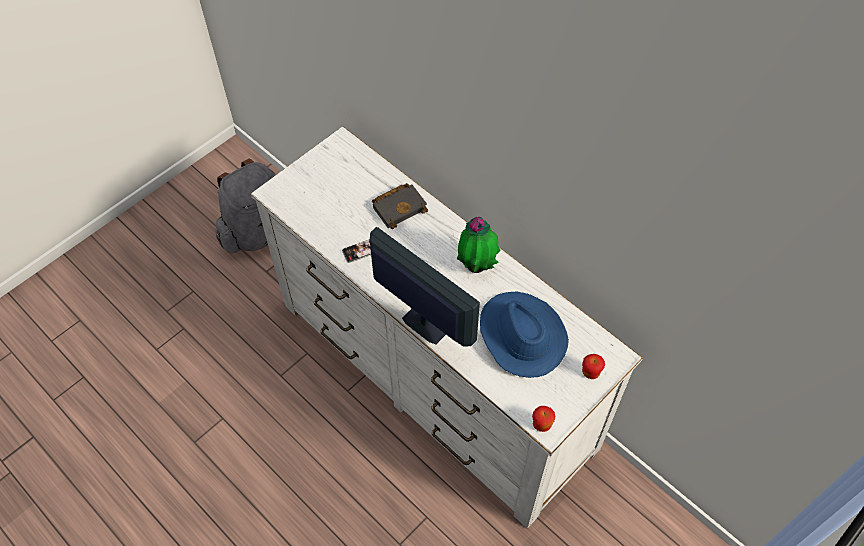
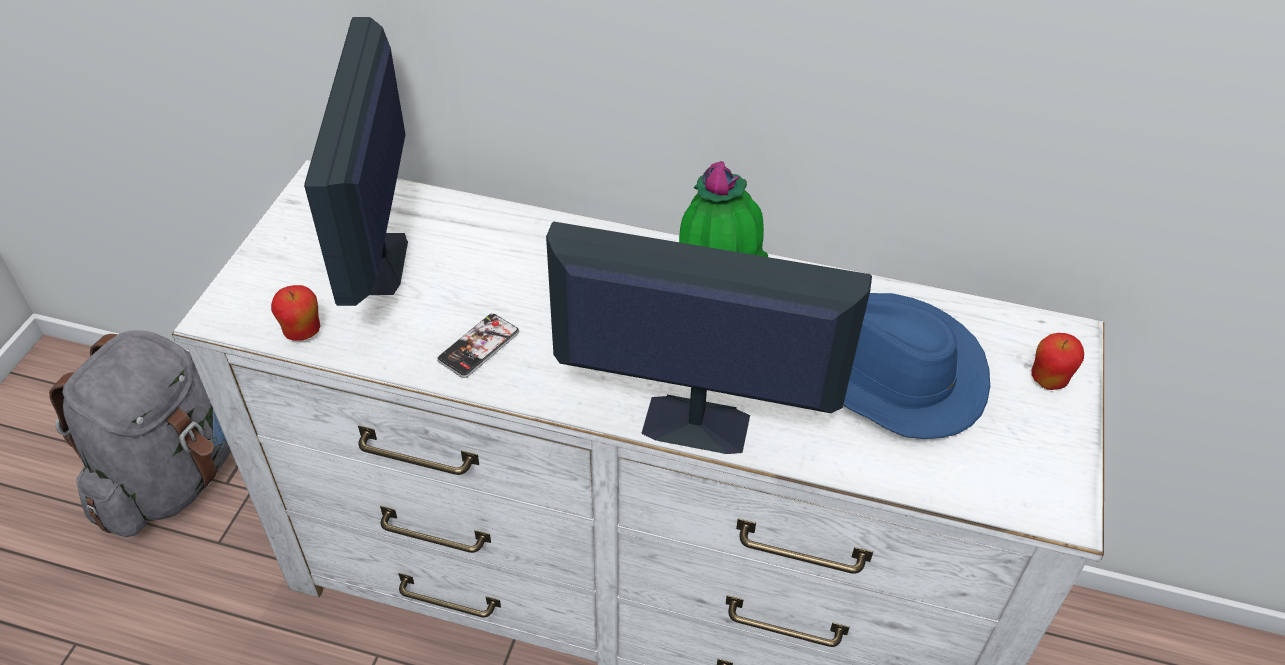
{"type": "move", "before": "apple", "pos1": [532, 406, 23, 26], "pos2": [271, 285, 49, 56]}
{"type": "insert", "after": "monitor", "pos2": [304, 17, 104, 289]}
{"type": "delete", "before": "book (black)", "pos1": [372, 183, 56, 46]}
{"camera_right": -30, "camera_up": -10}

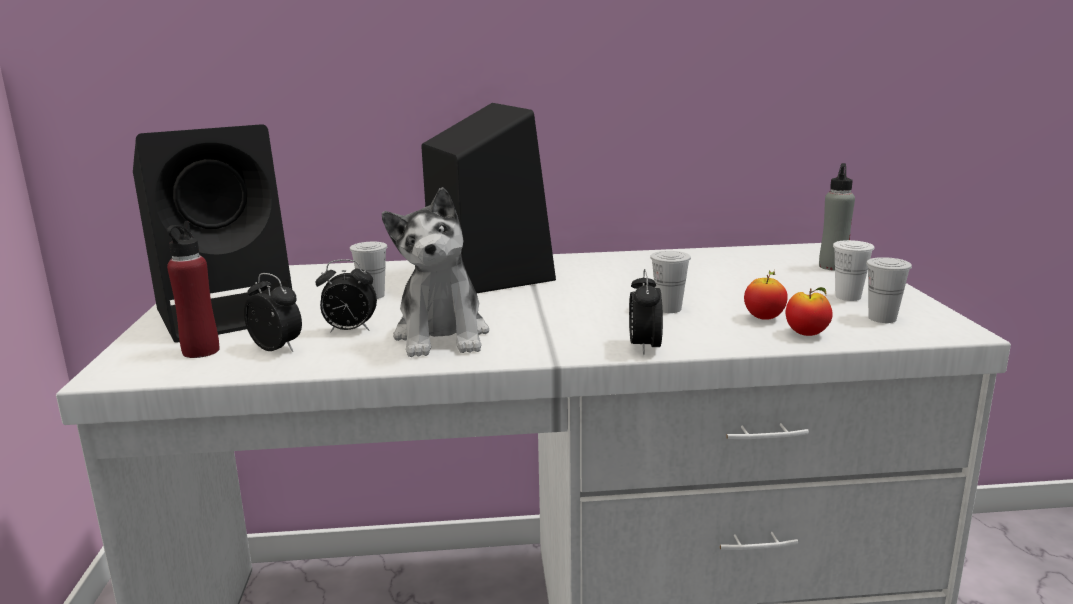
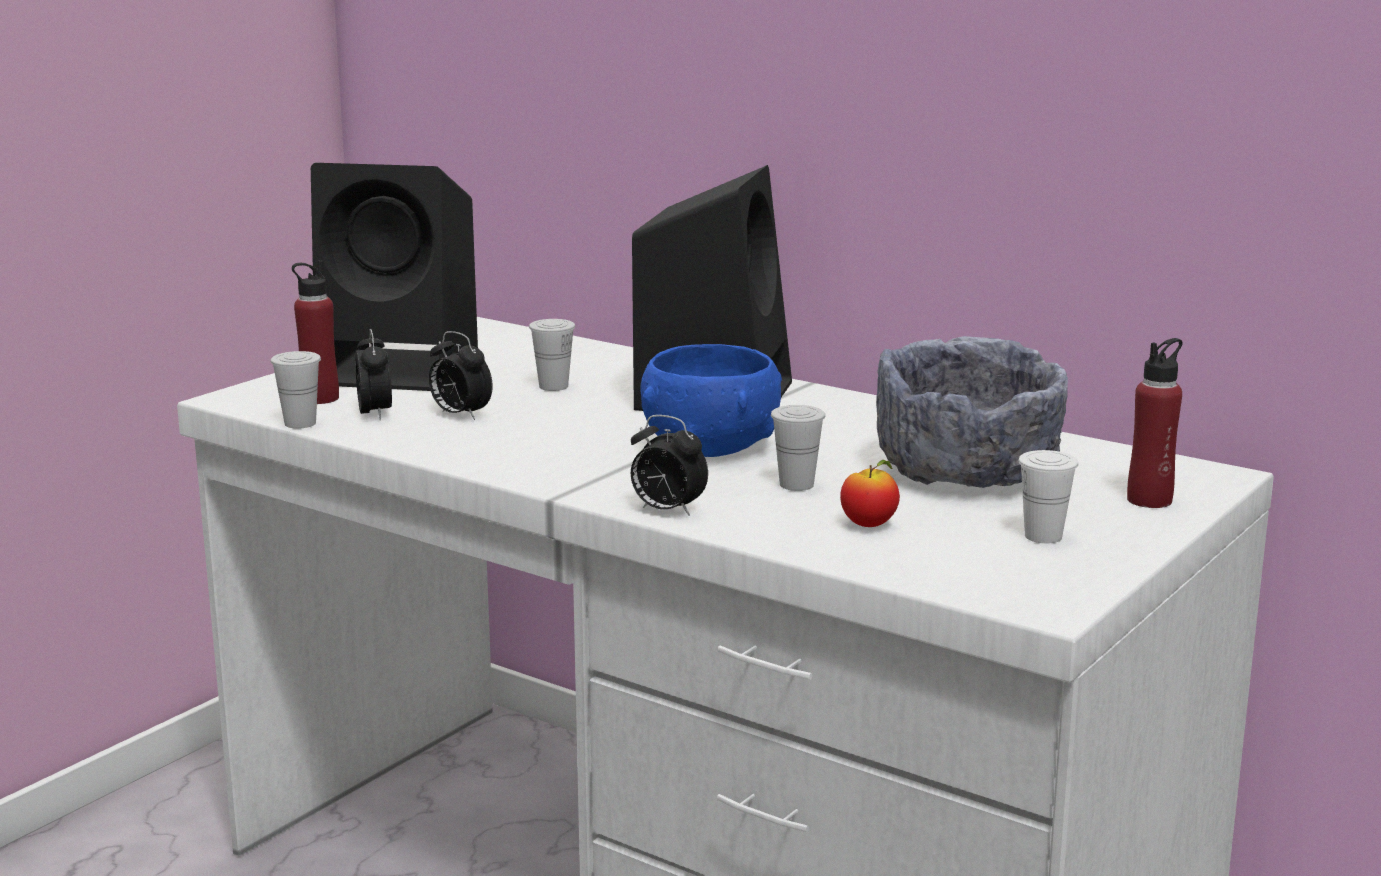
{"type": "move", "before": "cup (white)", "pos1": [866, 257, 46, 66], "pos2": [271, 351, 50, 78]}
{"type": "rotate", "before": "alarm clock", "pos1": [629, 269, 34, 86], "pos2": [631, 415, 77, 101], "turn": -105}
{"type": "insert", "after": "bowl (blue)", "pos2": [641, 344, 141, 113]}
{"type": "insert", "after": "bowl (grey)", "pos2": [876, 336, 192, 152]}
{"type": "recolor", "before": "bottle (grey)", "after": "bottle (red)", "pos1": [819, 163, 36, 108], "pos2": [1127, 338, 56, 170]}
{"type": "delete", "before": "plush toy", "pos1": [382, 187, 107, 170]}
{"type": "delete", "before": "apple", "pos1": [786, 287, 47, 49]}
{"camera_right": 40, "camera_up": 0}

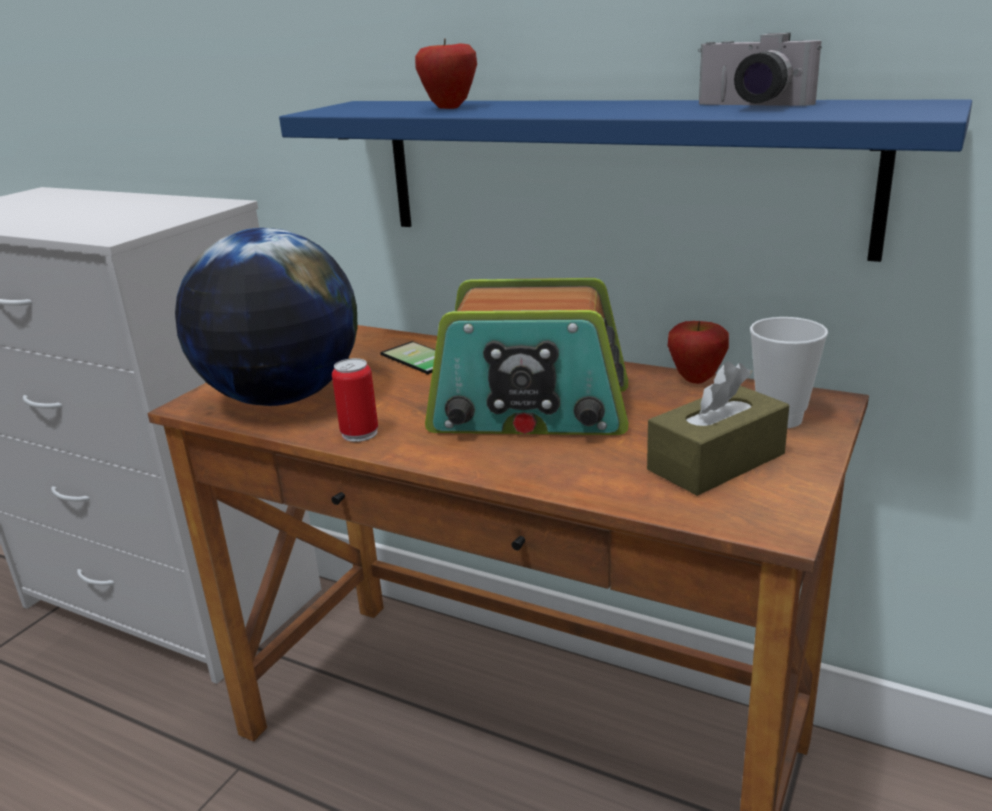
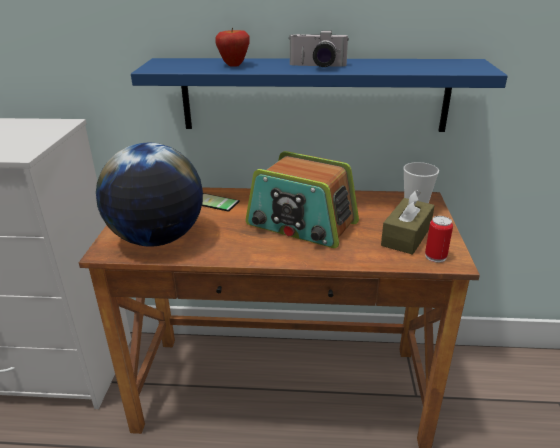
{"type": "rotate", "before": "radio", "pos1": [425, 278, 203, 157], "pos2": [246, 151, 113, 97], "turn": 45}
{"type": "move", "before": "photo camera", "pos1": [698, 33, 124, 73], "pos2": [288, 31, 61, 36]}
{"type": "move", "before": "can", "pos1": [332, 358, 46, 84], "pos2": [425, 216, 28, 47]}
{"type": "delete", "before": "apple", "pos1": [668, 321, 61, 63]}
{"camera_right": -25, "camera_up": 5}

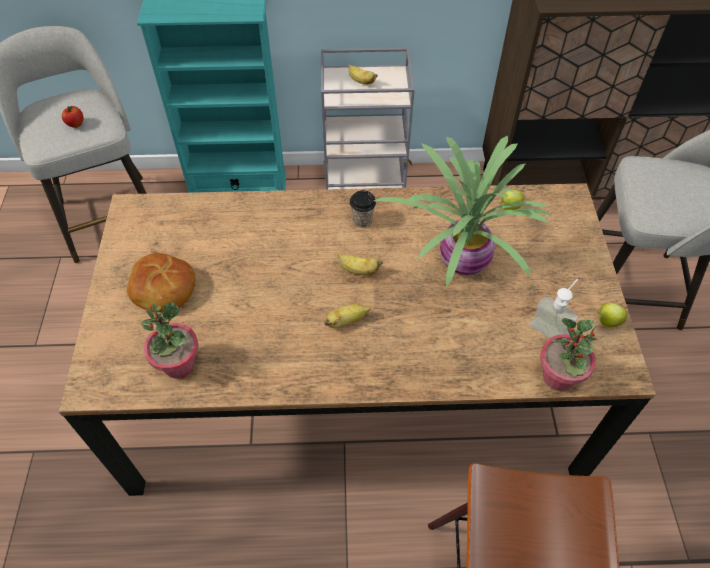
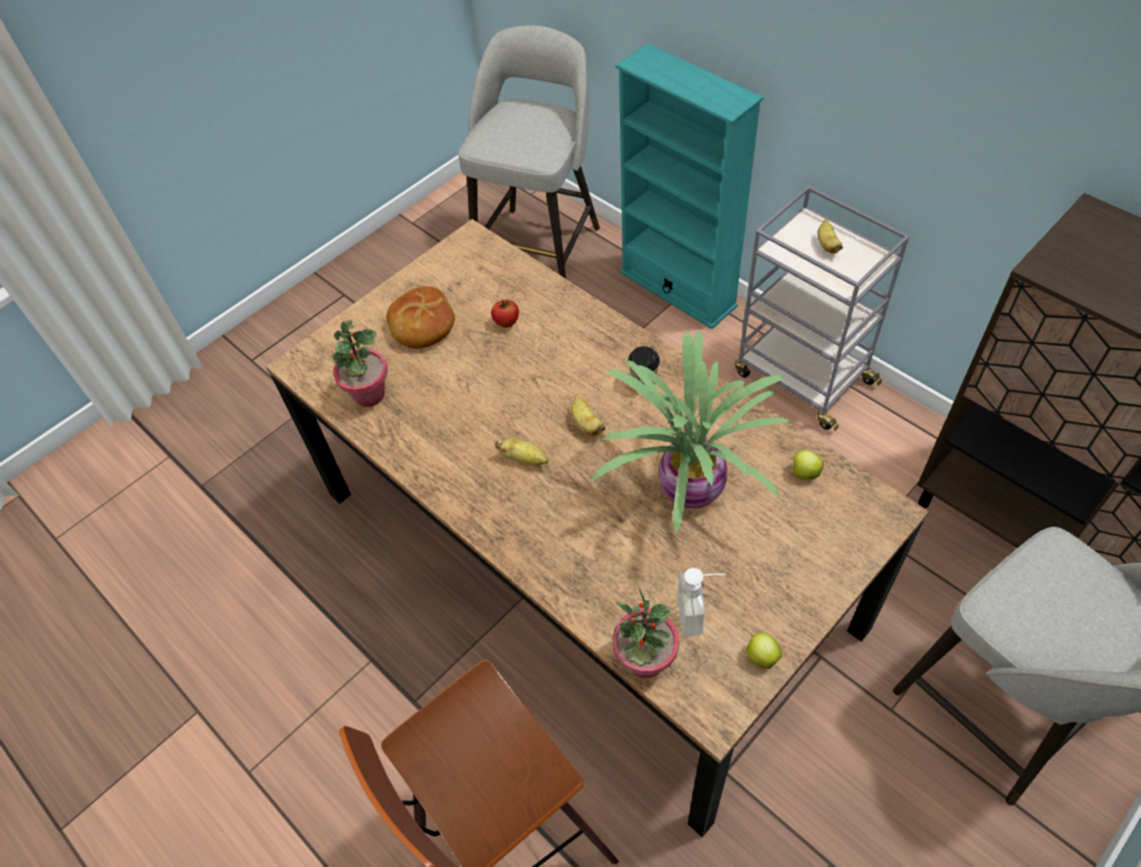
{"type": "move", "before": "apple", "pos1": [62, 106, 21, 22], "pos2": [491, 300, 28, 28]}
{"camera_right": 50, "camera_up": 0}

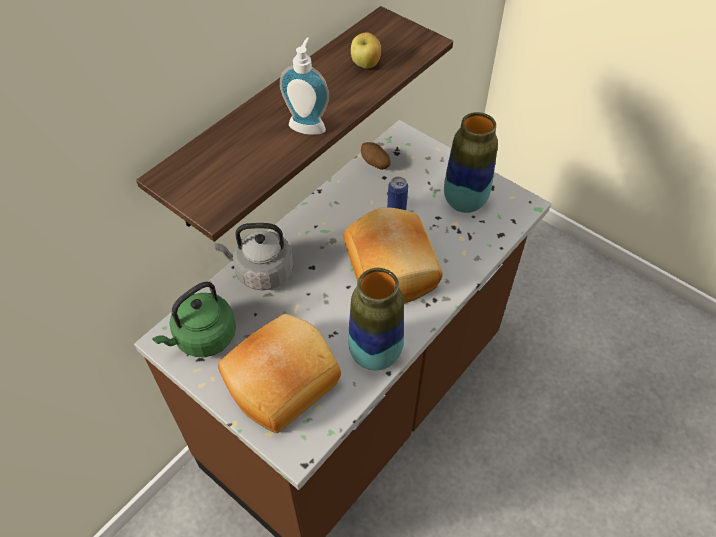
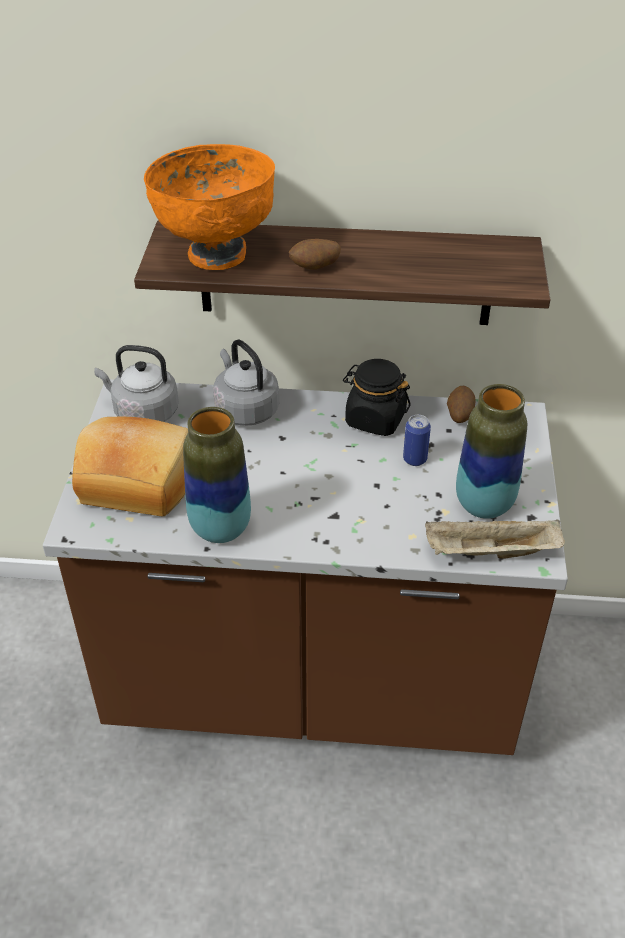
{"type": "recolor", "before": "kettle (green)", "after": "kettle (grey)", "pos1": [152, 282, 84, 75], "pos2": [94, 345, 85, 77]}
{"type": "insert", "after": "bowl (orange)", "pos2": [144, 144, 131, 126]}
{"type": "replace", "before": "soap dispenser", "after": "potato", "pos1": [280, 37, 49, 98], "pos2": [289, 239, 52, 31]}
{"type": "insert", "after": "jar (black)", "pos2": [343, 359, 68, 77]}
{"type": "insert", "after": "tray (beige)", "pos2": [425, 519, 140, 40]}
{"type": "delete", "before": "bread", "pos1": [344, 207, 99, 97]}
{"type": "delete", "before": "apple", "pos1": [351, 32, 30, 37]}
{"camera_right": 55, "camera_up": -10}

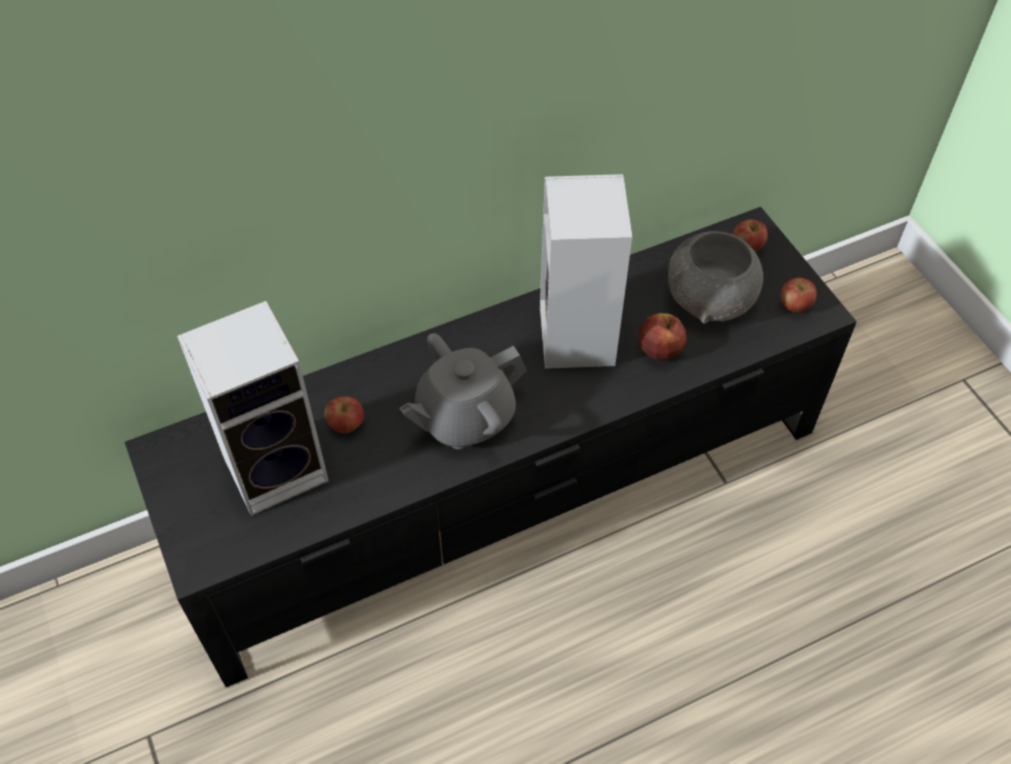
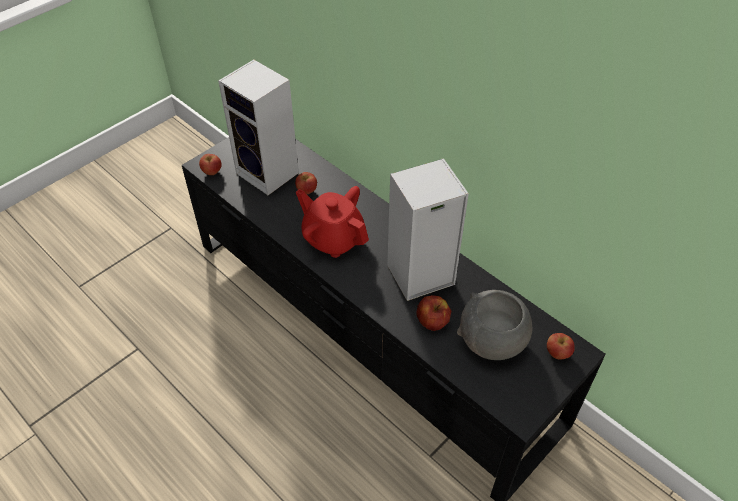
{"type": "move", "before": "apple", "pos1": [780, 278, 37, 34], "pos2": [199, 154, 23, 21]}
{"type": "recolor", "before": "teapot (grey)", "after": "teapot (red)", "pos1": [399, 333, 128, 116], "pos2": [296, 186, 73, 72]}
{"camera_right": 70, "camera_up": -5}

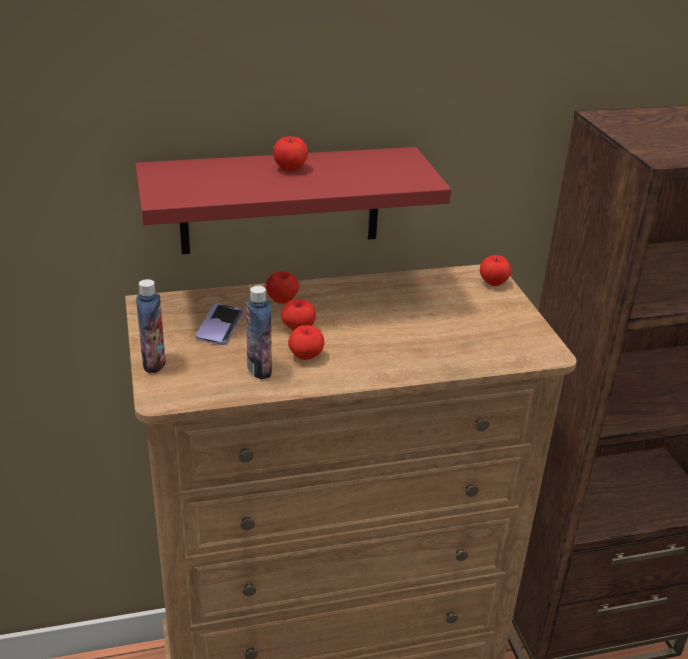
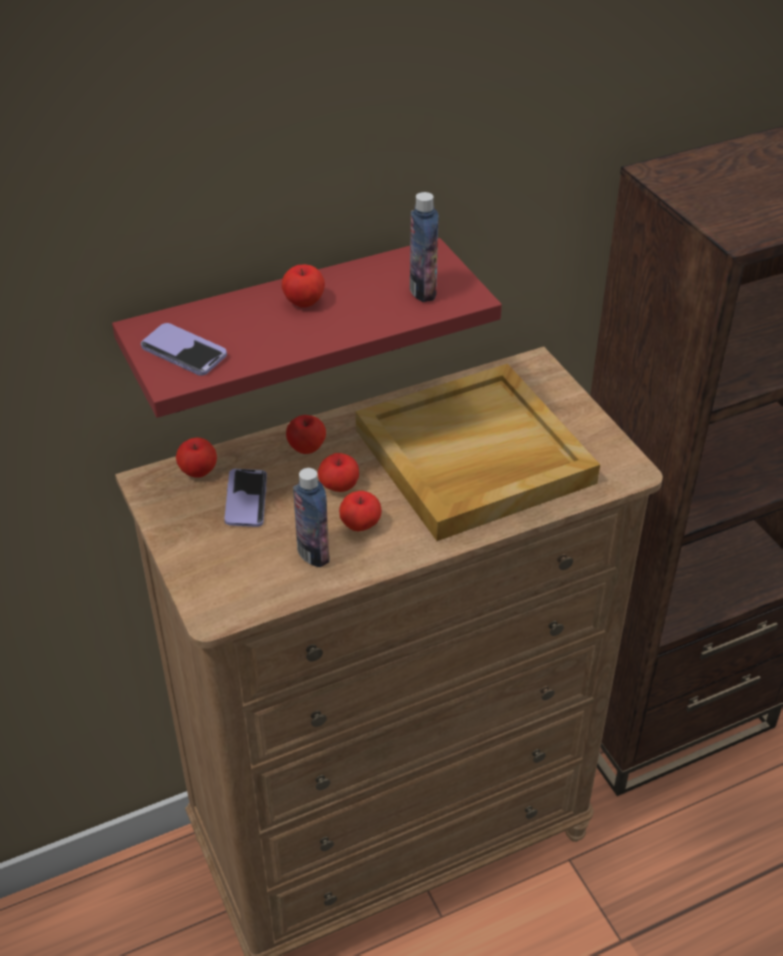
{"type": "insert", "after": "phone", "pos2": [141, 323, 86, 53]}
{"type": "move", "before": "apple", "pos1": [480, 255, 31, 31], "pos2": [176, 437, 41, 41]}
{"type": "insert", "after": "tray (beige)", "pos2": [355, 364, 245, 177]}
{"type": "move", "before": "bottle", "pos1": [136, 279, 30, 94], "pos2": [410, 192, 29, 110]}
{"camera_right": -10, "camera_up": 10}

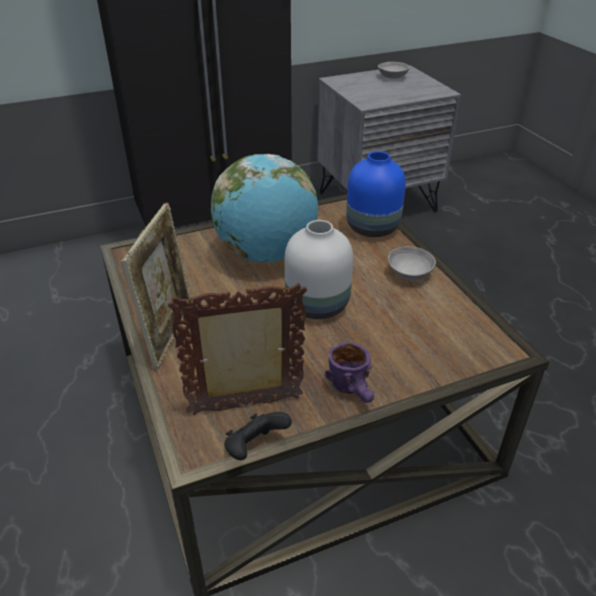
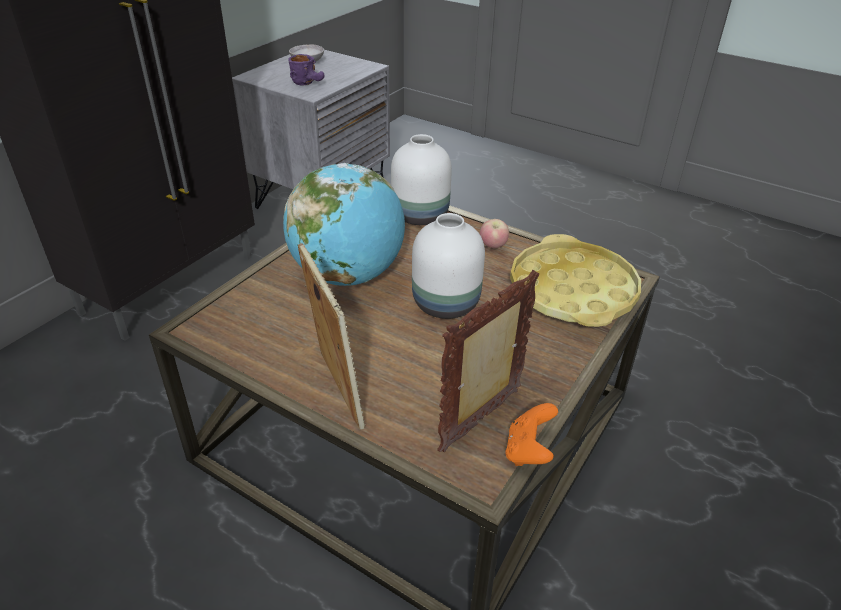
{"type": "move", "before": "mug (purple)", "pos1": [325, 342, 49, 61], "pos2": [288, 54, 36, 31]}
{"type": "recolor", "before": "vase (blue)", "after": "vase (white)", "pos1": [346, 151, 60, 86], "pos2": [391, 134, 61, 91]}
{"type": "replace", "before": "bowl (grey)", "after": "apple", "pos1": [388, 246, 48, 35], "pos2": [480, 219, 29, 29]}
{"type": "recolor", "before": "game controller (black)", "after": "game controller (orange)", "pos1": [224, 412, 68, 48], "pos2": [505, 403, 53, 63]}
{"type": "insert", "after": "tray (yellow)", "pos2": [510, 234, 131, 93]}
{"camera_right": -35, "camera_up": 0}

